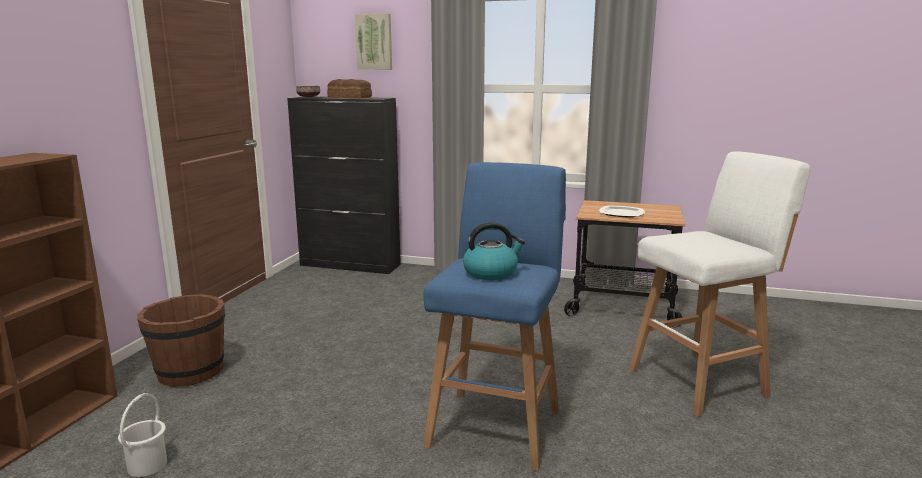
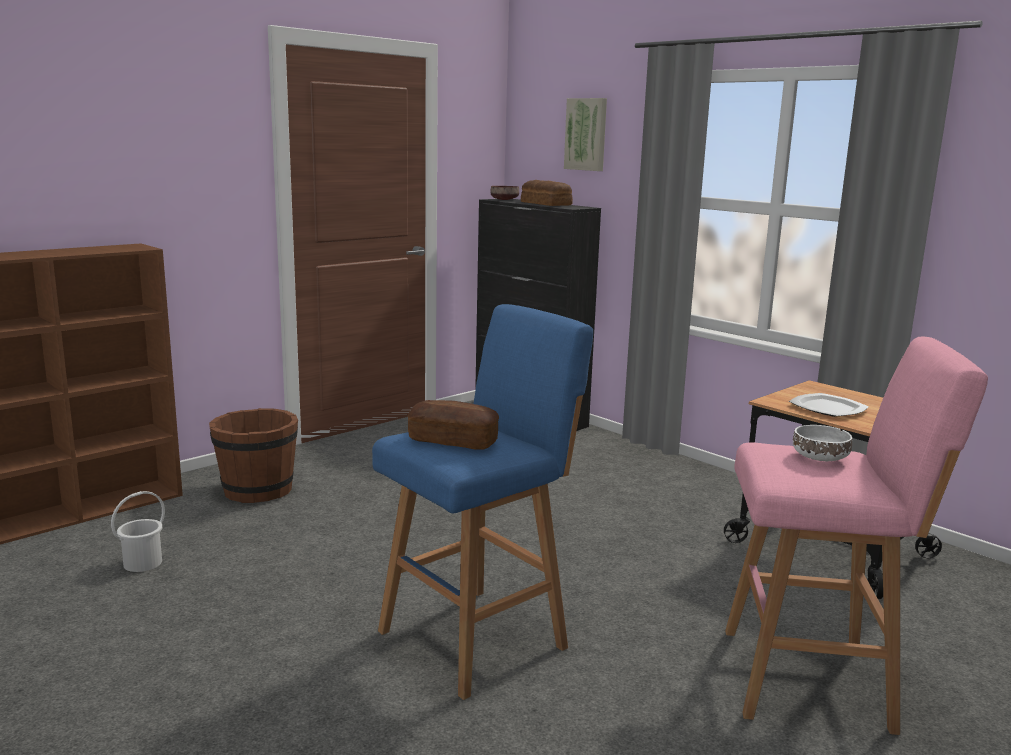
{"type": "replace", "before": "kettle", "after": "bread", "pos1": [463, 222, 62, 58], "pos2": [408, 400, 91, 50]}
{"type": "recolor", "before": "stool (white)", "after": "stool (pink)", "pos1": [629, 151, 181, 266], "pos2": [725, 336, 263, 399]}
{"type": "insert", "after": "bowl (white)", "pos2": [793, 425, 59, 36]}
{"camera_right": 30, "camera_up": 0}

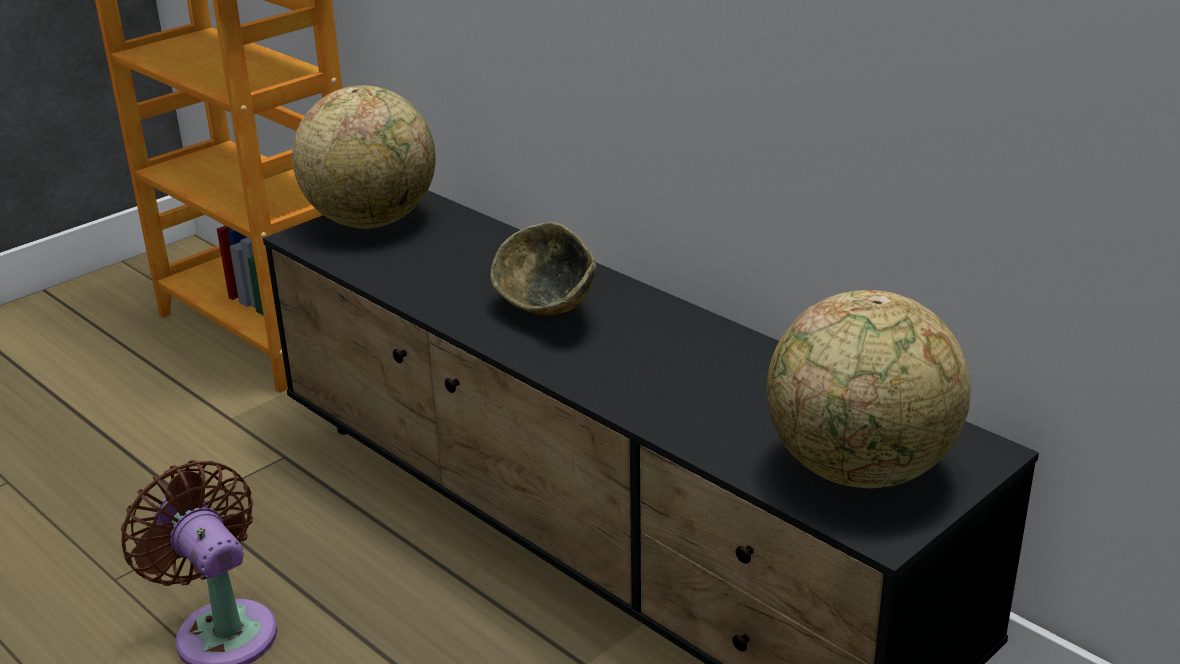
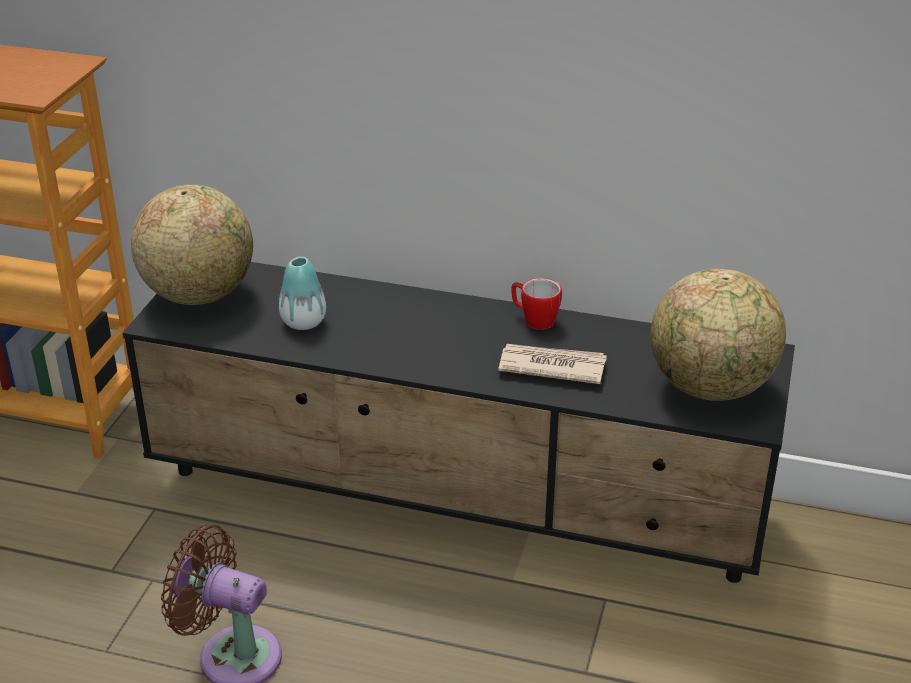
{"type": "insert", "after": "vase", "pos2": [279, 257, 47, 73]}
{"type": "insert", "after": "newspaper", "pos2": [498, 344, 109, 40]}
{"type": "insert", "after": "mug", "pos2": [511, 278, 51, 52]}
{"type": "delete", "before": "bowl", "pos1": [491, 222, 106, 93]}
{"camera_right": -30, "camera_up": 5}

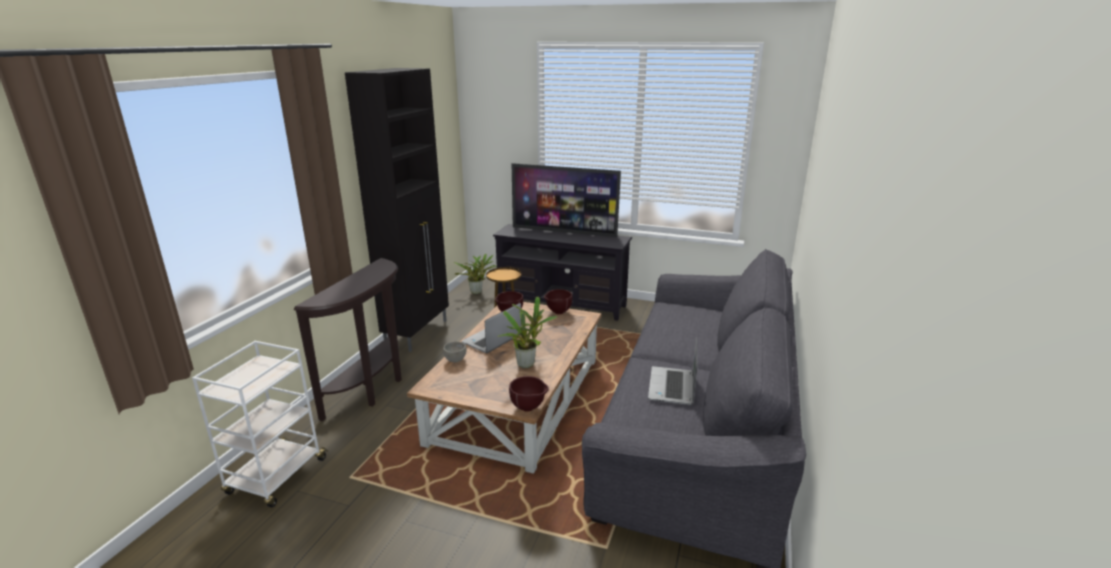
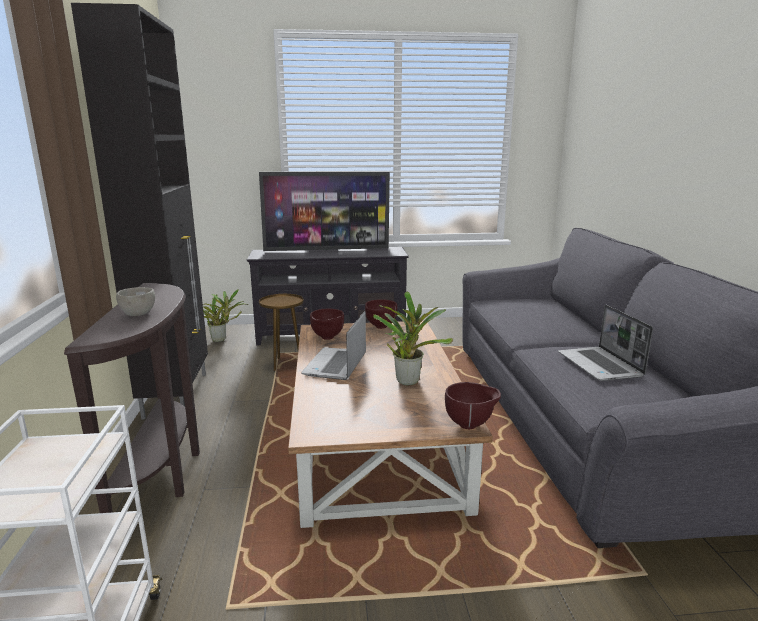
{"type": "move", "before": "bowl (grey)", "pos1": [443, 342, 24, 20], "pos2": [116, 287, 39, 29]}
{"camera_right": -25, "camera_up": -5}

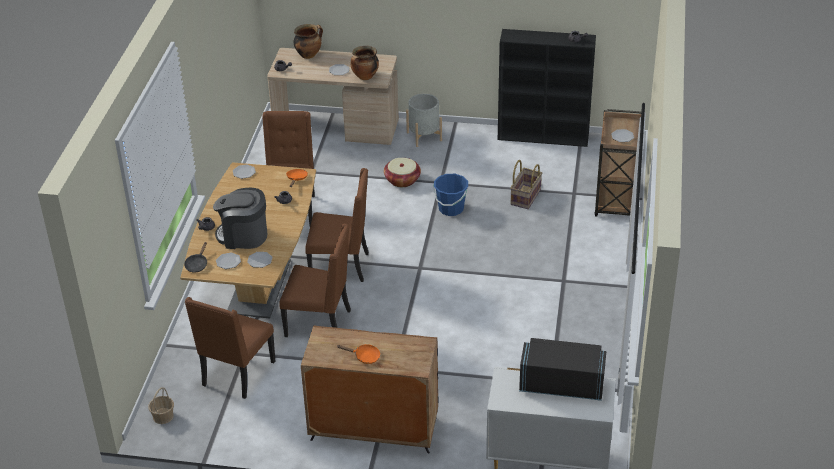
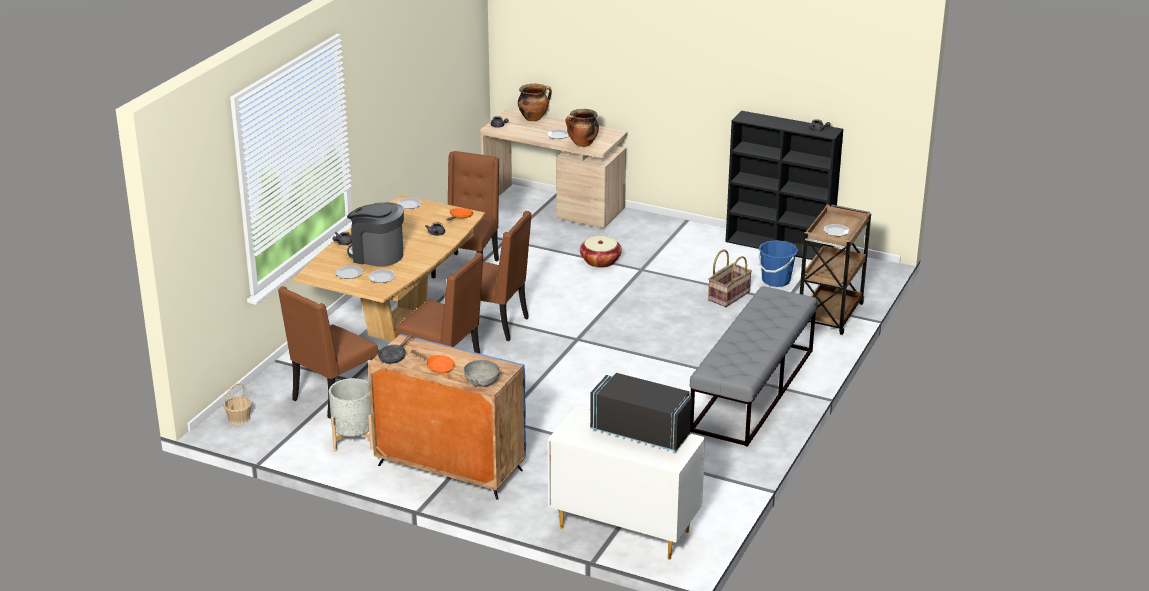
{"type": "move", "before": "planter (grey)", "pos1": [406, 94, 36, 53], "pos2": [329, 378, 44, 73]}
{"type": "recolor", "before": "cabinet (brown)", "after": "cabinet (blue)", "pos1": [301, 326, 137, 128], "pos2": [368, 334, 158, 166]}
{"type": "move", "before": "frying pan (black)", "pos1": [184, 242, 23, 31], "pos2": [378, 334, 35, 30]}
{"type": "insert", "after": "bowl (grey)", "pos2": [464, 360, 36, 27]}
{"type": "insert", "after": "bench (grey)", "pos2": [690, 286, 128, 161]}
{"type": "move", "before": "bucket (blue)", "pos1": [433, 174, 35, 42], "pos2": [758, 240, 40, 47]}
{"camera_right": 15, "camera_up": -10}

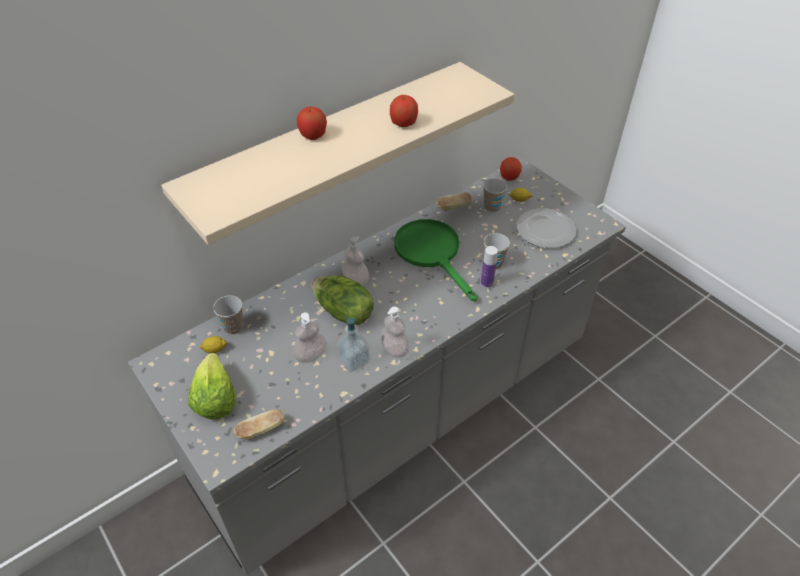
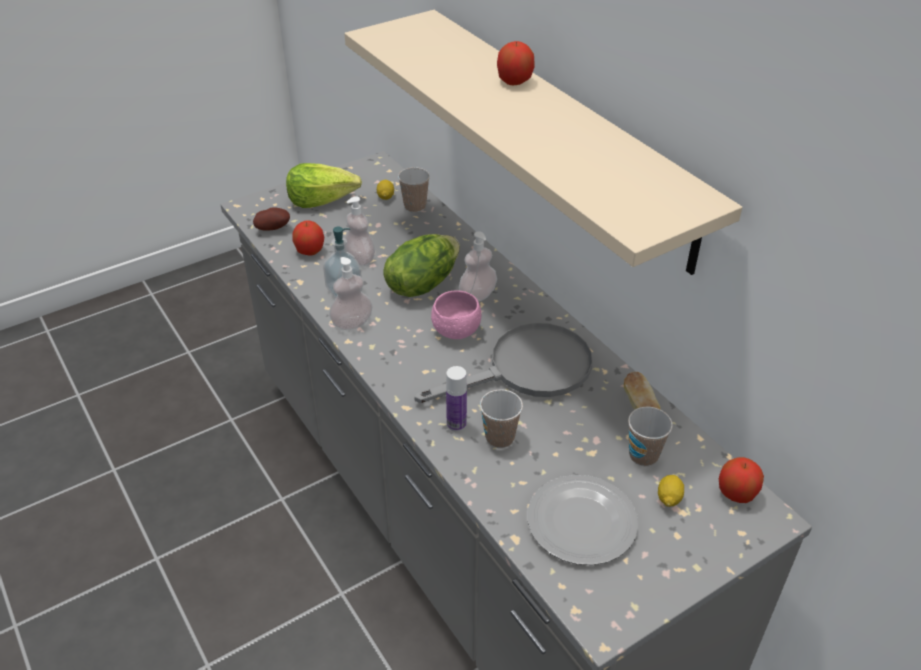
{"type": "replace", "before": "bread", "after": "potato", "pos1": [234, 409, 51, 30], "pos2": [253, 207, 37, 24]}
{"type": "move", "before": "apple", "pos1": [390, 95, 28, 32], "pos2": [293, 220, 31, 36]}
{"type": "recolor", "before": "frying pan (green)", "after": "frying pan (grey)", "pos1": [394, 219, 83, 82], "pos2": [414, 323, 179, 80]}
{"type": "insert", "after": "bowl (pink)", "pos2": [431, 290, 50, 49]}
{"camera_right": 95, "camera_up": -5}

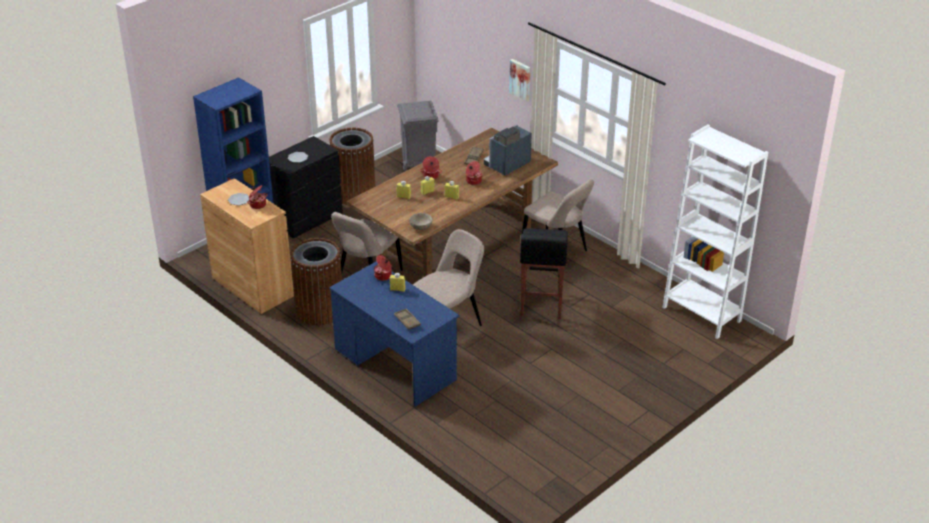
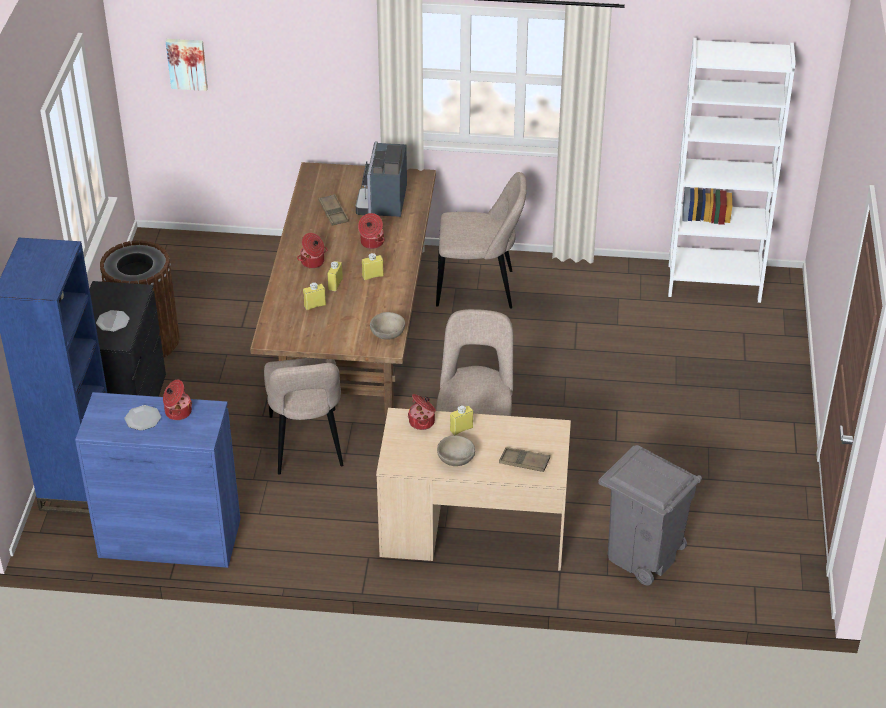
{"type": "recolor", "before": "cabinet (brown)", "after": "cabinet (blue)", "pos1": [200, 178, 94, 136], "pos2": [75, 392, 166, 176]}
{"type": "move", "before": "picture", "pos1": [509, 59, 21, 42], "pos2": [166, 39, 42, 52]}
{"type": "recolor", "before": "desk (blue)", "after": "desk (beige)", "pos1": [329, 261, 131, 146], "pos2": [376, 408, 195, 163]}
{"type": "insert", "after": "bowl (beige)", "pos2": [437, 435, 38, 31]}
{"type": "move", "before": "trash can (grey)", "pos1": [397, 101, 41, 71], "pos2": [598, 445, 104, 141]}
{"type": "delete", "before": "trash can (brown)", "pos1": [290, 238, 52, 87]}
{"type": "delete", "before": "stool (black)", "pos1": [520, 228, 48, 91]}
{"camera_right": -40, "camera_up": 5}

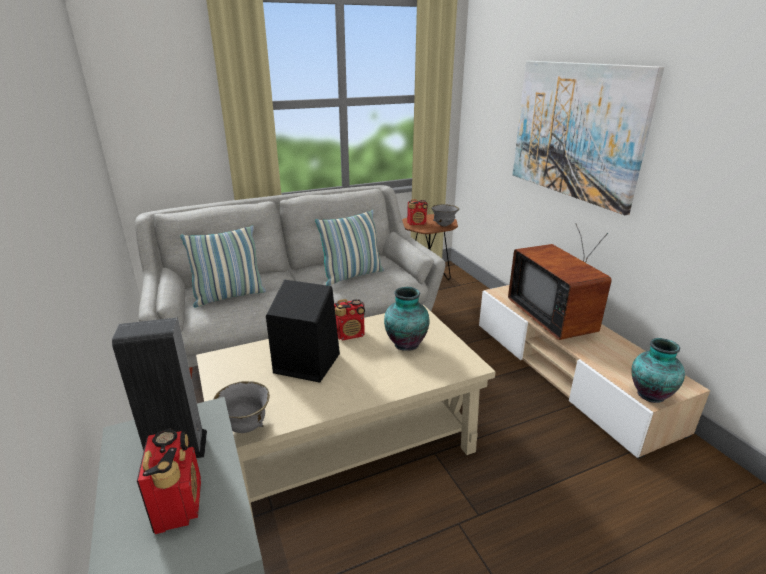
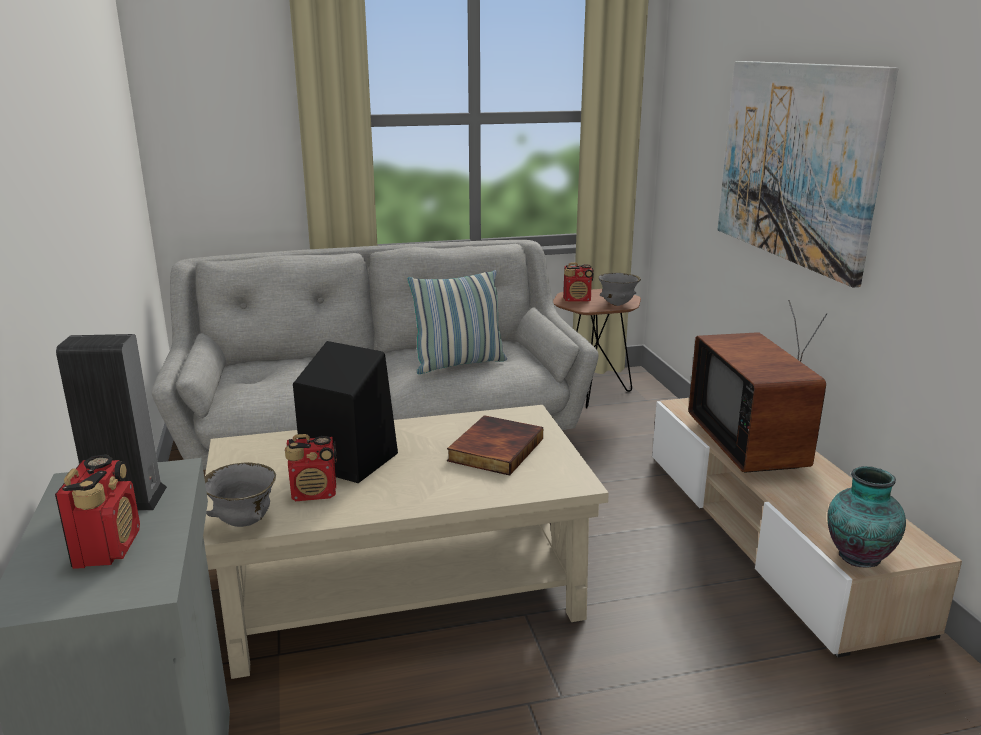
{"type": "move", "before": "radio", "pos1": [334, 299, 31, 41], "pos2": [285, 434, 52, 67]}
{"type": "replace", "before": "vase", "after": "book", "pos1": [384, 287, 45, 64], "pos2": [447, 415, 96, 61]}
{"type": "delete", "before": "pillow", "pos1": [180, 225, 86, 83]}
{"camera_right": 10, "camera_up": -5}

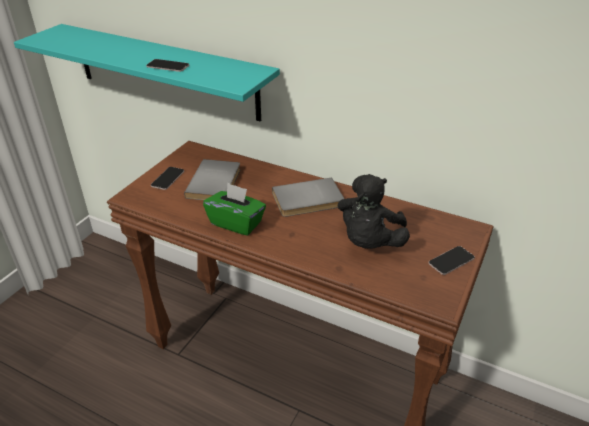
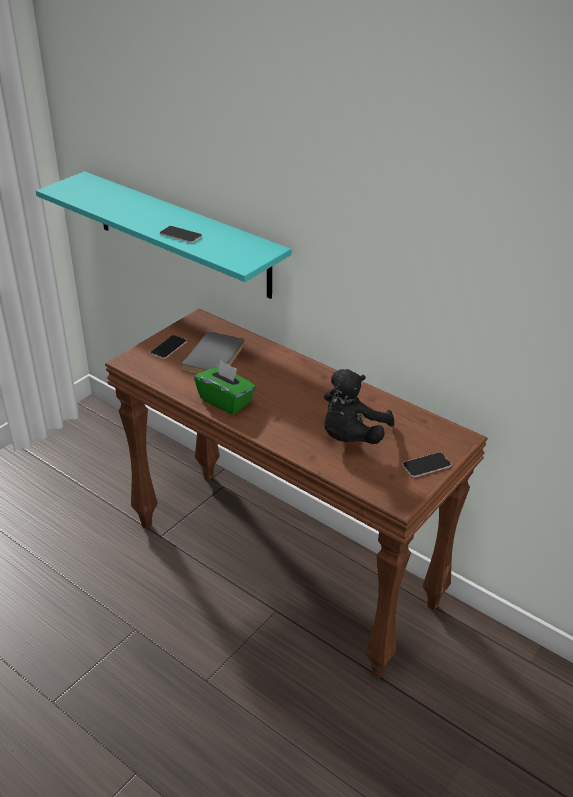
{"type": "delete", "before": "book (grey)", "pos1": [272, 178, 72, 39]}
{"camera_right": 10, "camera_up": 0}

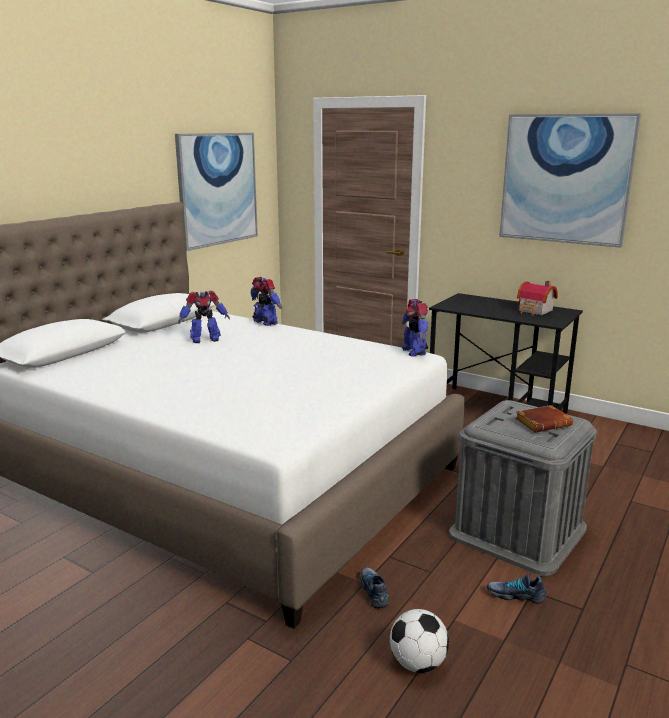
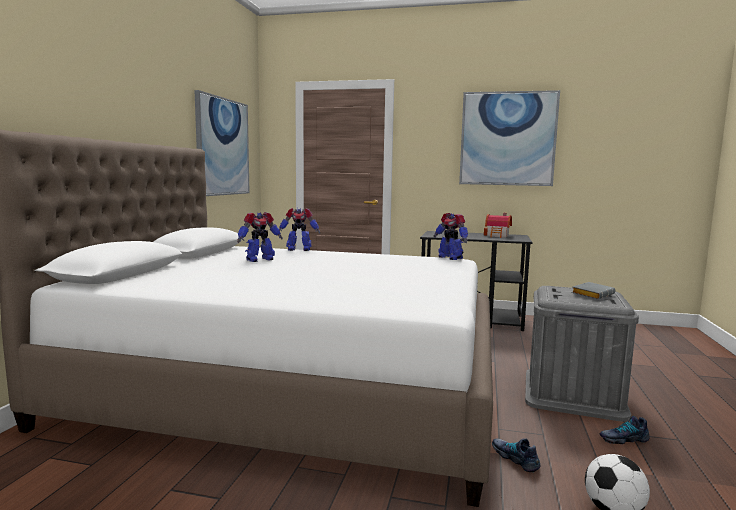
{"type": "rotate", "before": "toy robot", "pos1": [251, 277, 31, 49], "pos2": [279, 208, 41, 43], "turn": 150}
{"type": "recolor", "before": "book (brown)", "after": "book (grey)", "pos1": [515, 405, 58, 28], "pos2": [571, 282, 45, 17]}
{"camera_right": -20, "camera_up": -10}

